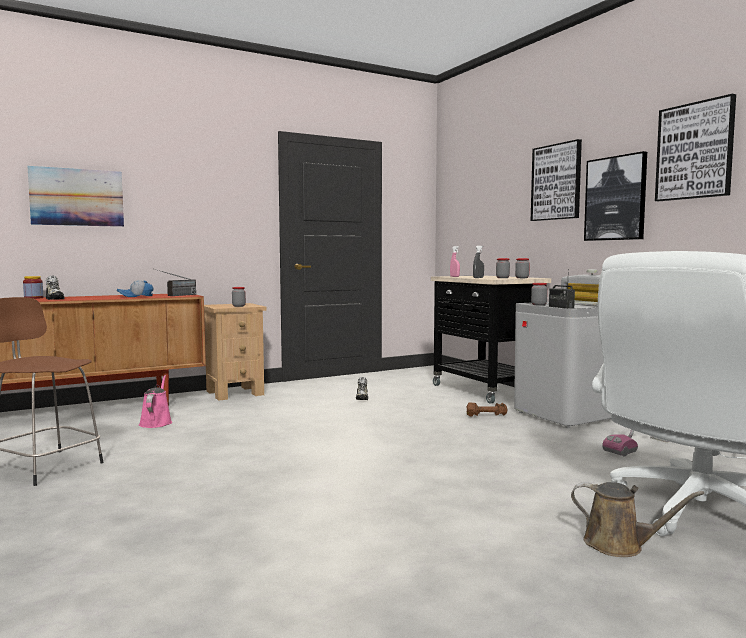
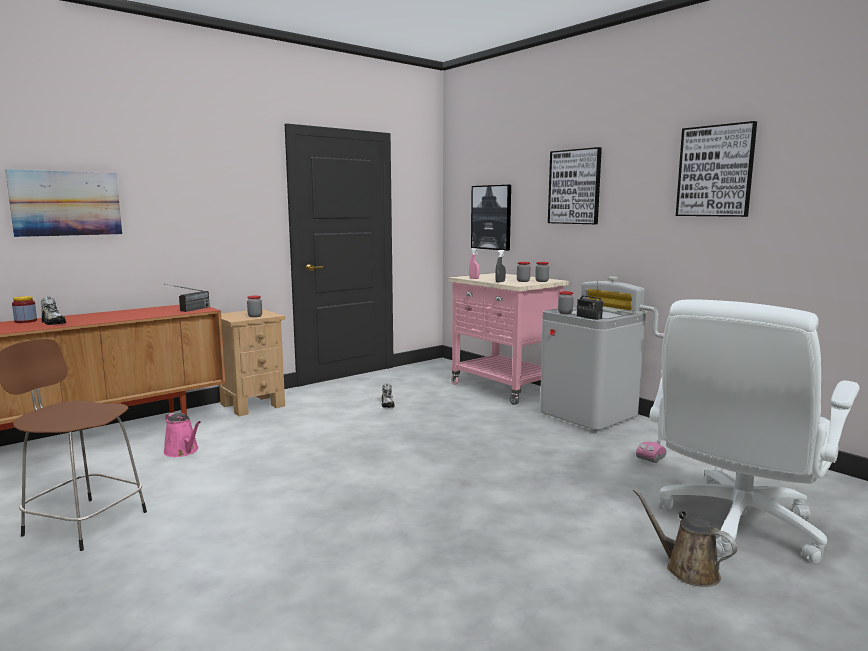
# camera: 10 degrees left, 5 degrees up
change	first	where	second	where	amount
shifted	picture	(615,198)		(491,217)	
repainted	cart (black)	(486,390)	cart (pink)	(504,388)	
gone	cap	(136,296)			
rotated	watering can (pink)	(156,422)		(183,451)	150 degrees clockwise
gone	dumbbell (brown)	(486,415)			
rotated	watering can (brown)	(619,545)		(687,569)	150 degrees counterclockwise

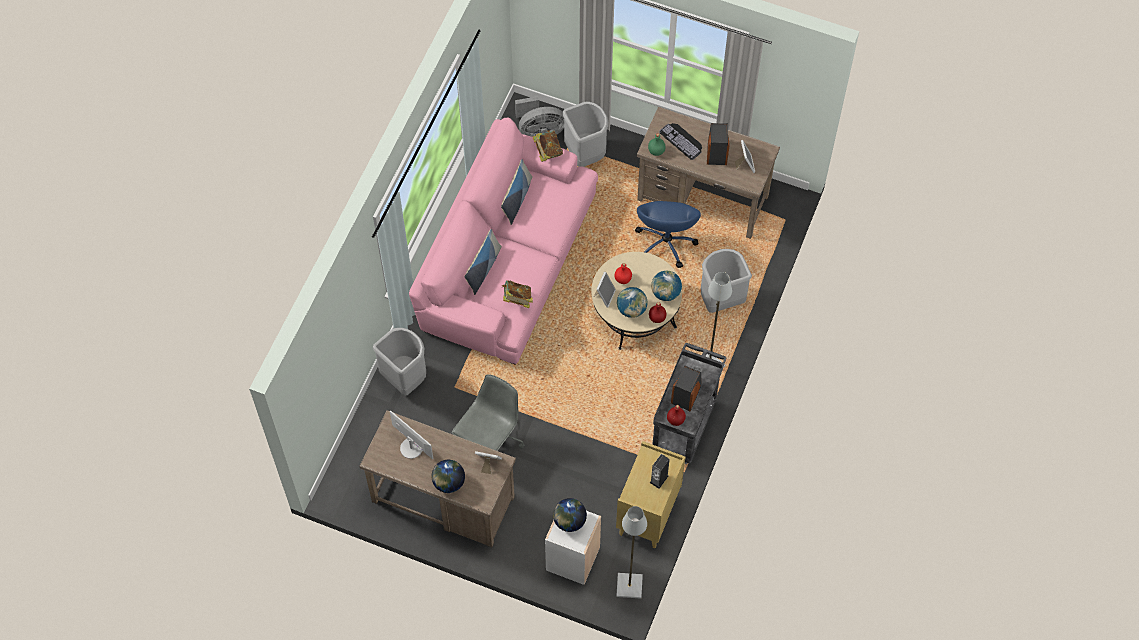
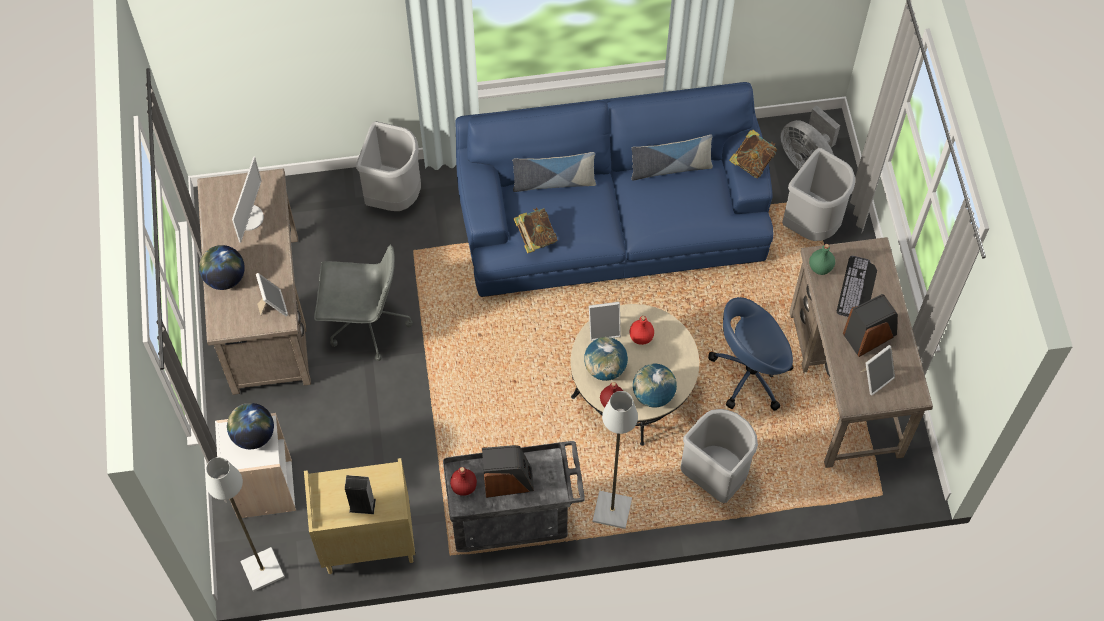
# camera: 60 degrees right, 0 degrees up
change	first	where	second	where	amount
repainted	sofa (pink)	(507,260)	sofa (blue)	(612,217)	

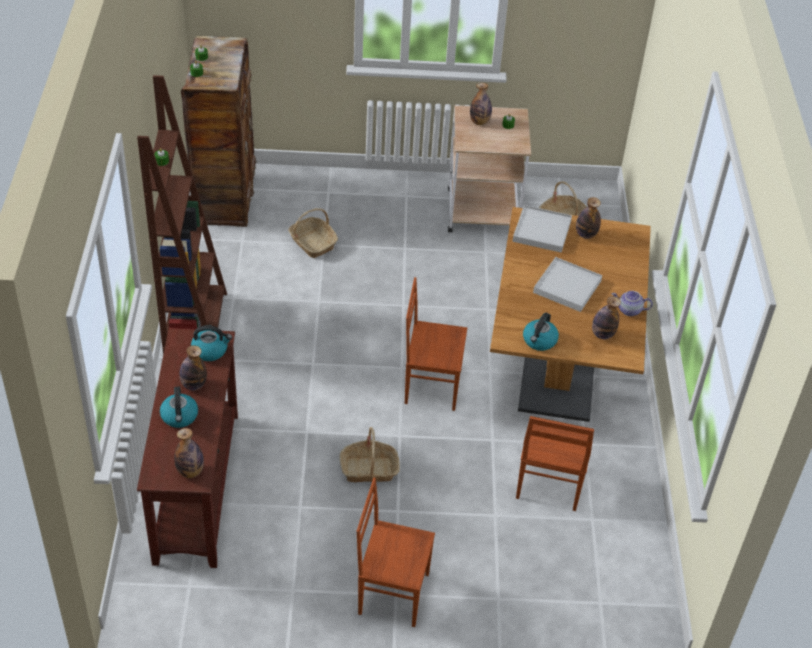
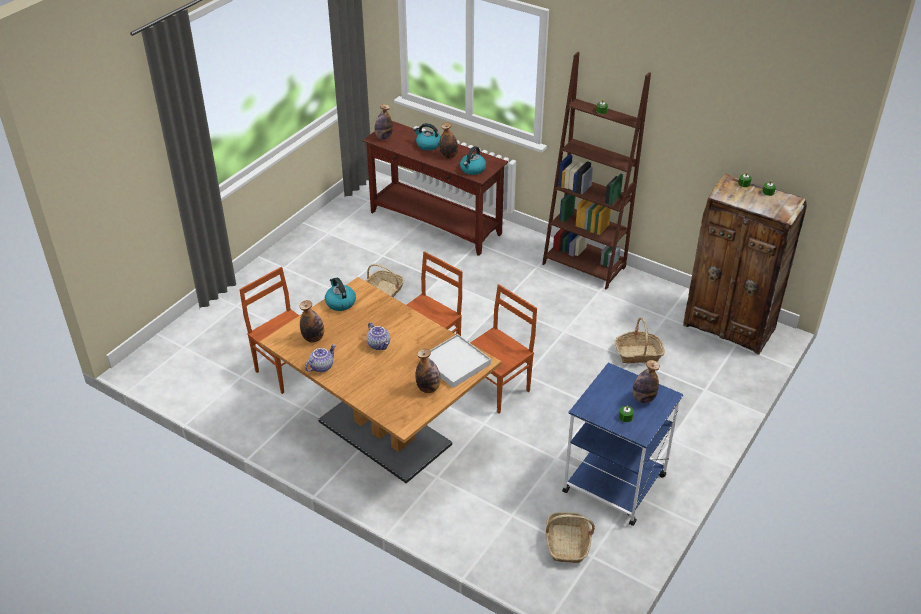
# camera: 125 degrees right, 5 degrees down
change	first	where	second	where	amount
repainted	cart (beige)	(484,212)	cart (blue)	(614,485)	
swapped	tray (white)	(567,287)	teapot	(379,345)	
shifted	chair (brown)	(392,592)		(497,389)	

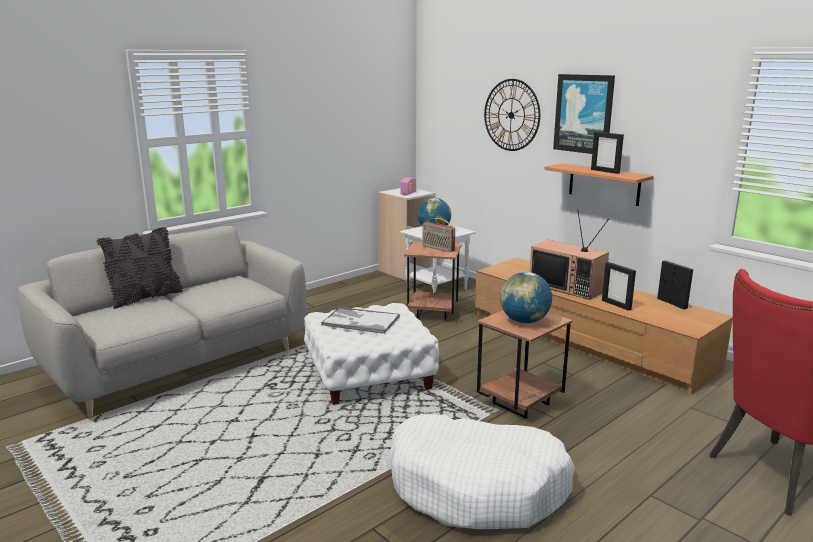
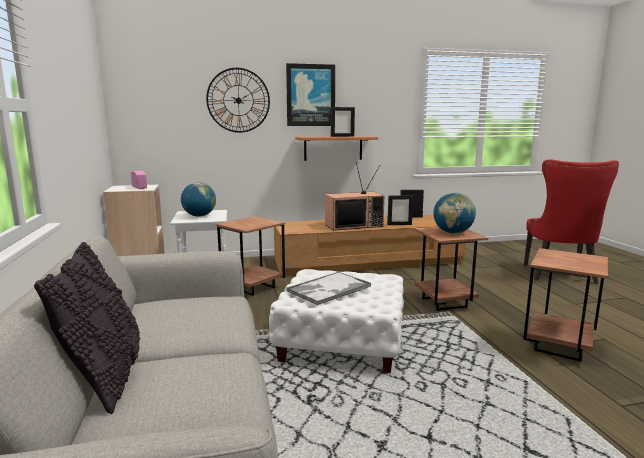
# camera: 60 degrees left, 5 degrees down
change	first	where	second	where	amount
gone	radio	(438,248)			
swapped	dog bed (white)	(477,487)	side table (brown)	(560,347)	

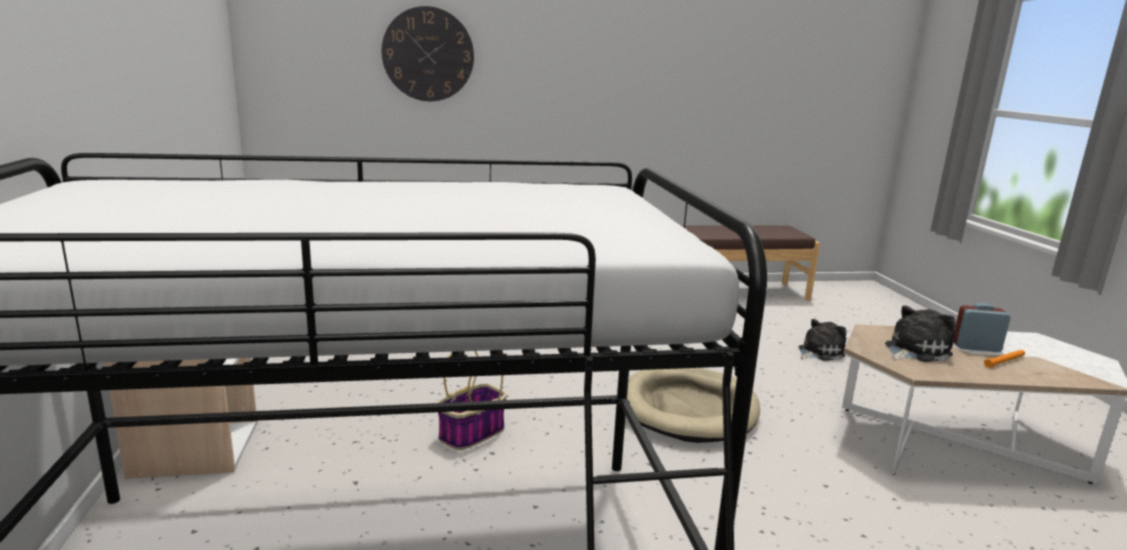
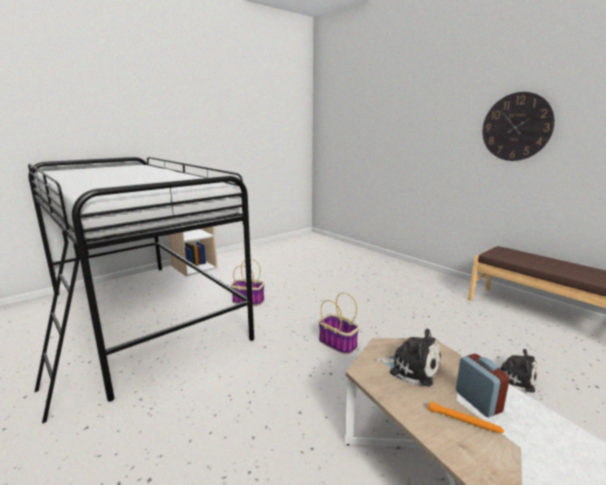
# camera: 60 degrees right, 0 degrees up
change	first	where	second	where	amount
shifted	wall clock	(428,54)		(516,127)	
swapped	dog bed (beige)	(689,408)	basket	(338,344)	

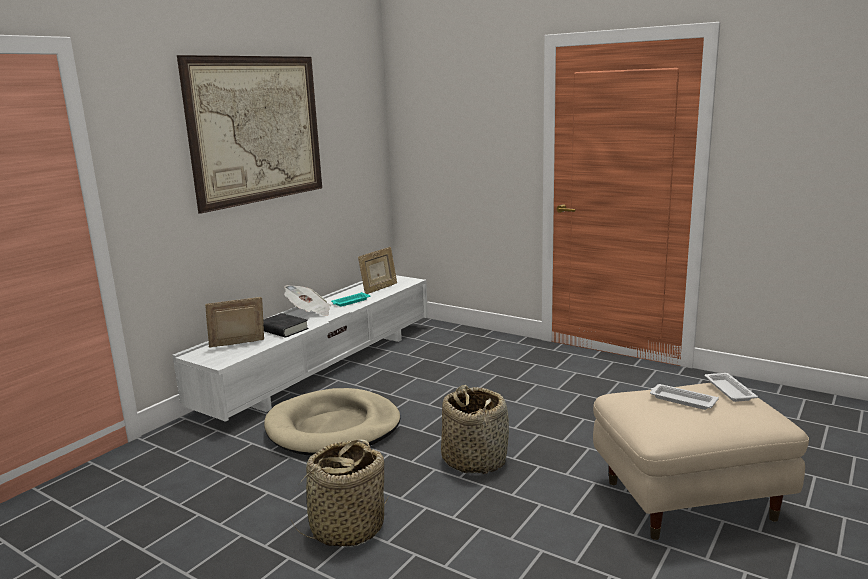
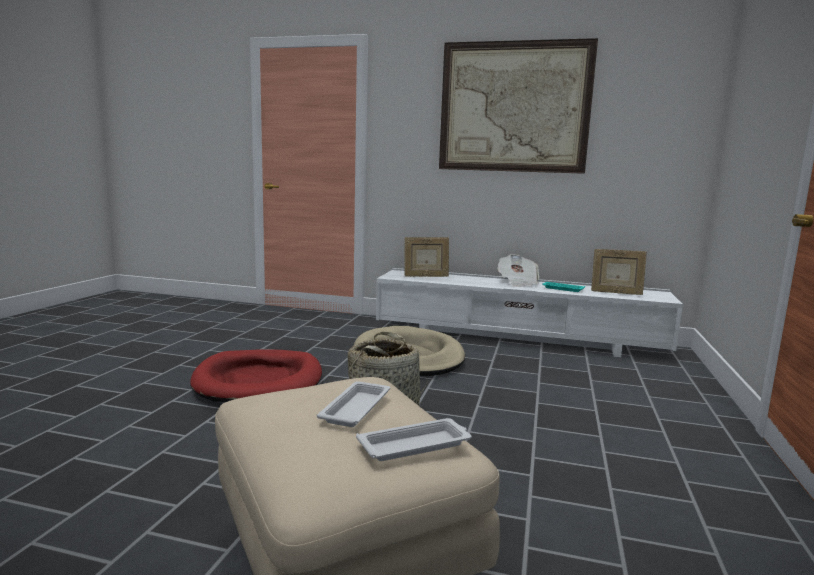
# camera: 70 degrees right, 5 degrees down
change	first	where	second	where	amount
rotated	picture frame	(238,345)		(425,276)	135 degrees clockwise
gone	book (black)	(283,329)			
swapped	basket	(347,528)	dog bed (red)	(259,381)	

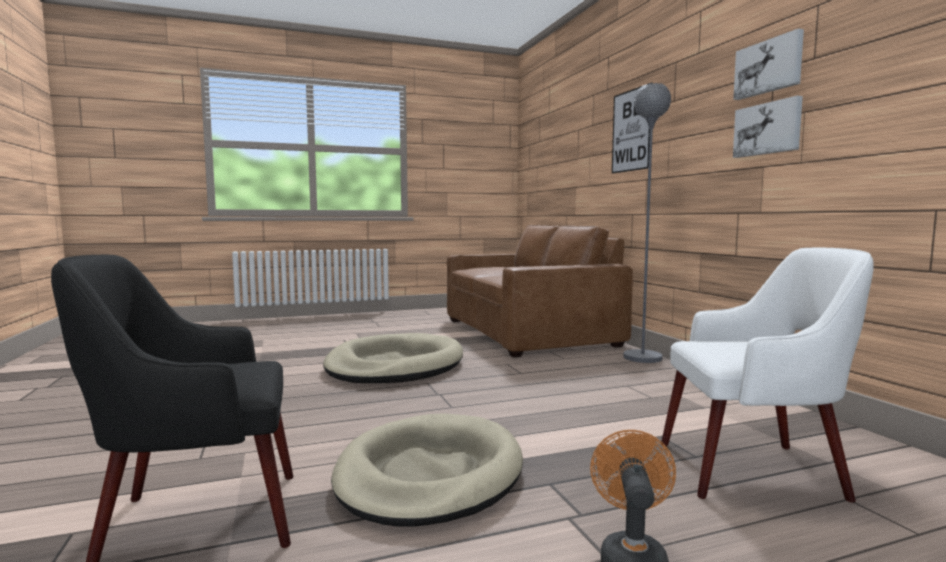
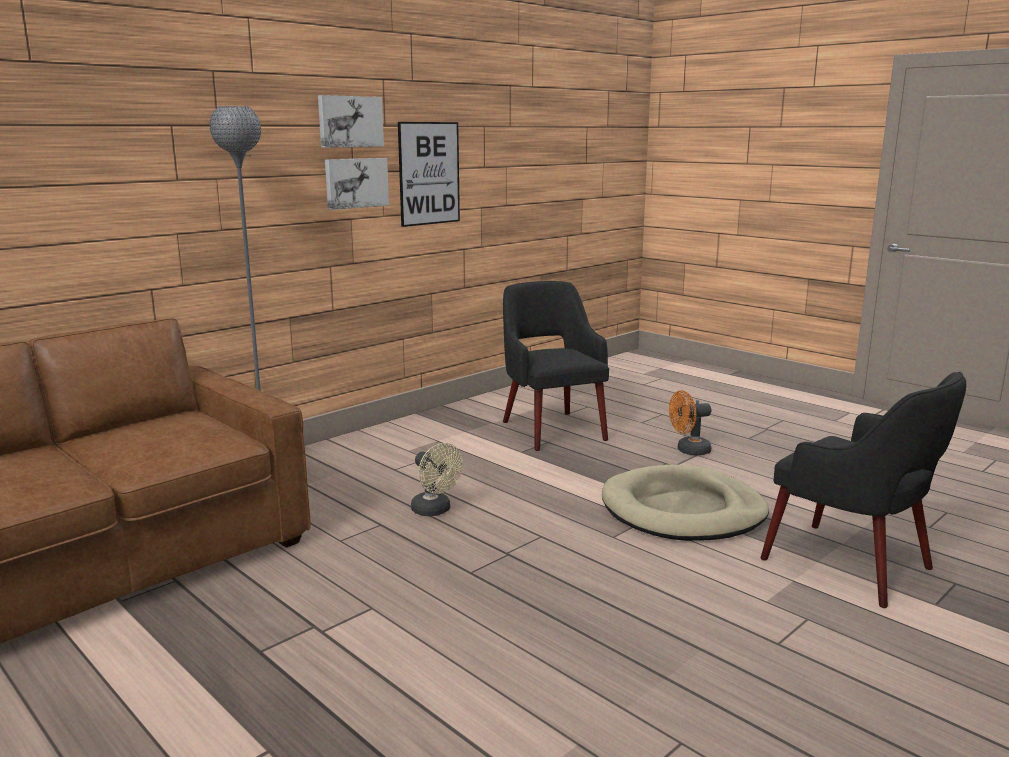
# camera: 115 degrees left, 10 degrees up
change	first	where	second	where	amount
shifted	picture	(631,130)		(429,173)	
repainted	armchair (white)	(753,470)	armchair (black)	(552,429)	
gone	dog bed (beige)	(395,366)			
new			fan (beige)	(435,511)	

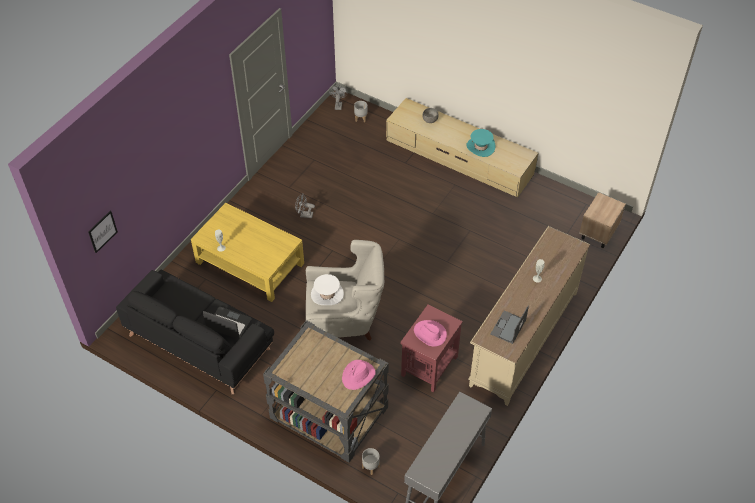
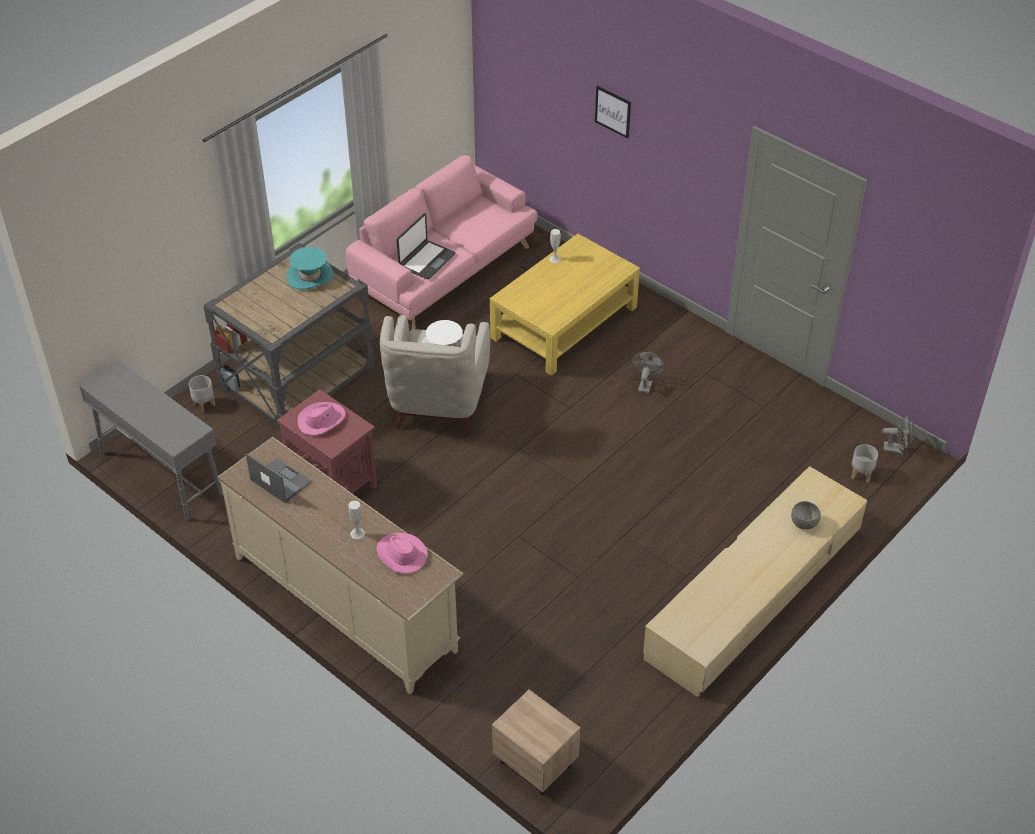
# camera: 100 degrees right, 5 degrees down
change	first	where	second	where	amount
shifted	hat (turquoise)	(480,147)		(310,276)	
shifted	picture	(102,231)		(613,111)	
repainted	sofa (black)	(199,341)	sofa (pink)	(445,270)	
shifted	hat (pink)	(358,376)		(401,555)	

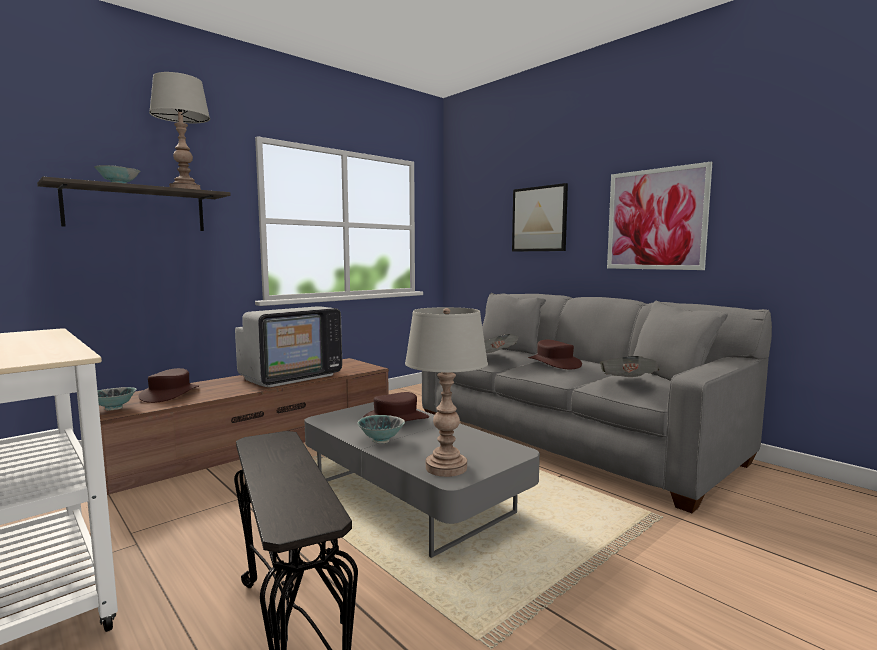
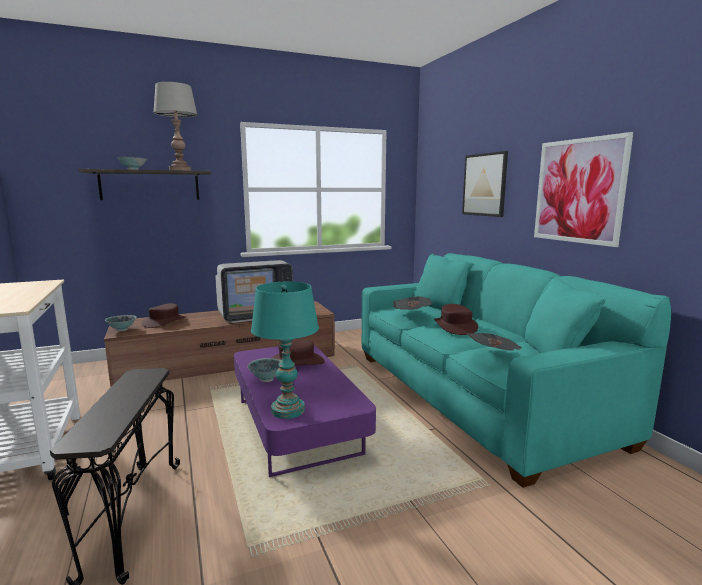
# camera: 20 degrees right, 5 degrees up
change	first	where	second	where	amount
repainted	sofa (grey)	(569,439)	sofa (turquoise)	(473,395)	
repainted	table lamp (grey)	(446,467)	table lamp (turquoise)	(287,410)	
repainted	coffee table (grey)	(411,498)	coffee table (purple)	(296,426)	

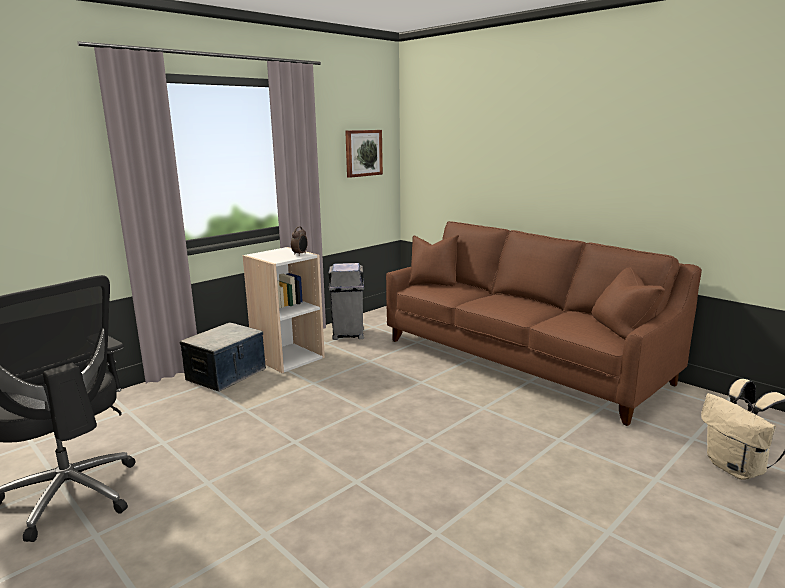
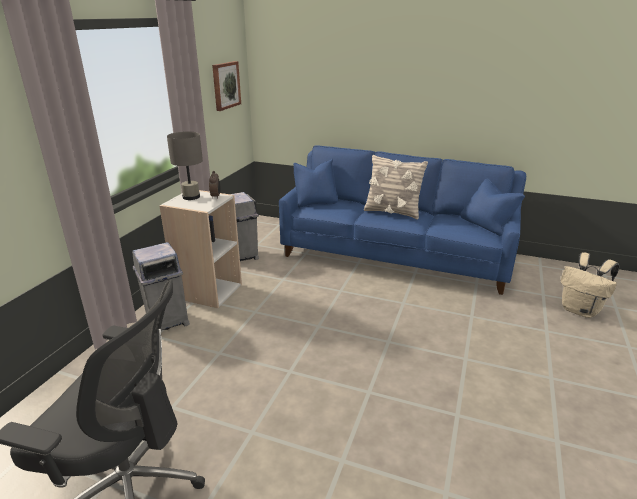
# camera: 25 degrees left, 10 degrees up
change	first	where	second	where	amount
repainted	sofa (brown)	(520,361)	sofa (blue)	(395,256)	
swapped	storage box	(226,375)	trash can (grey)	(166,321)	
new			table lamp (grey)	(191,197)	
new			pillow (beige)	(392,212)	

